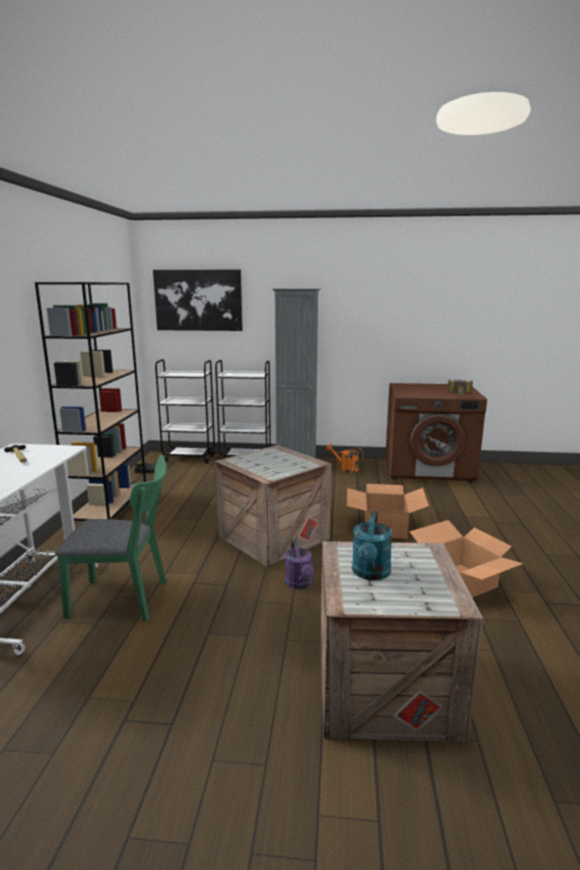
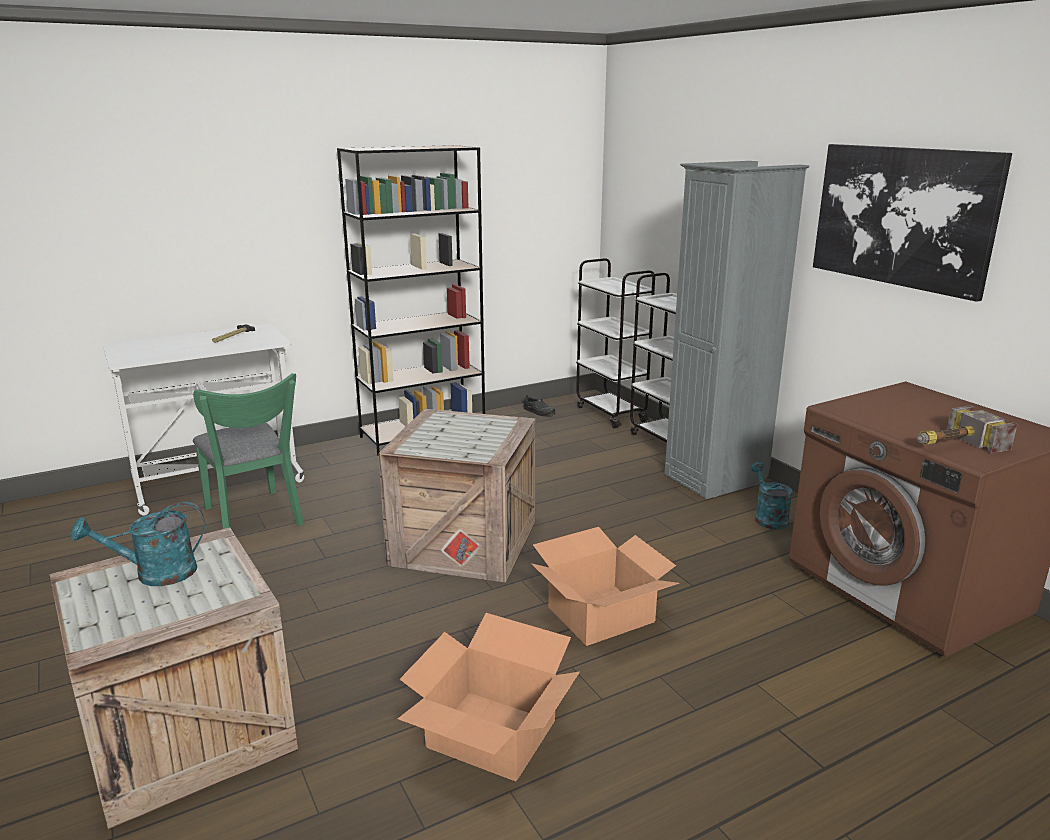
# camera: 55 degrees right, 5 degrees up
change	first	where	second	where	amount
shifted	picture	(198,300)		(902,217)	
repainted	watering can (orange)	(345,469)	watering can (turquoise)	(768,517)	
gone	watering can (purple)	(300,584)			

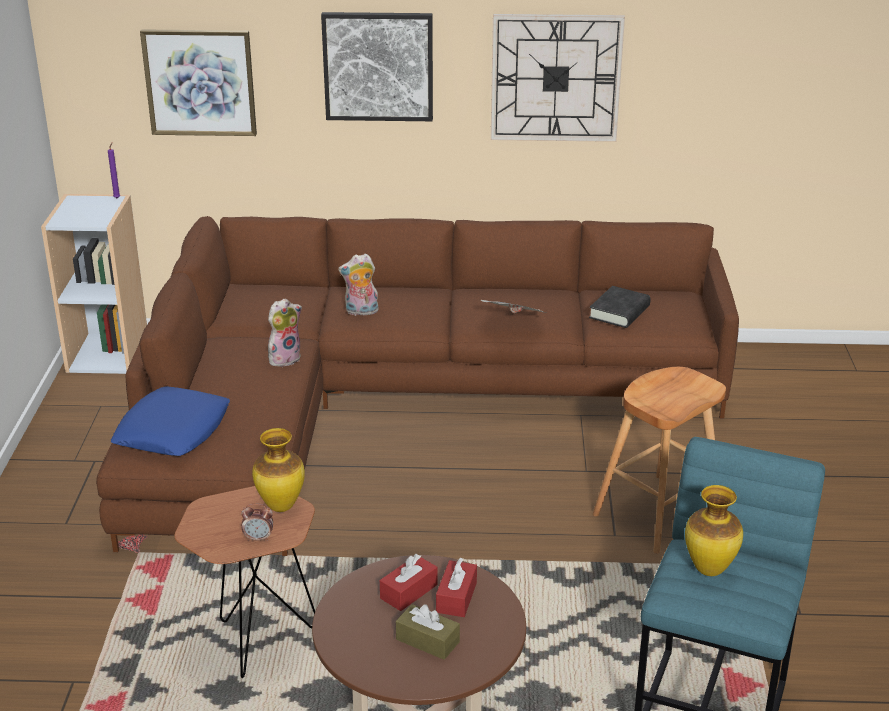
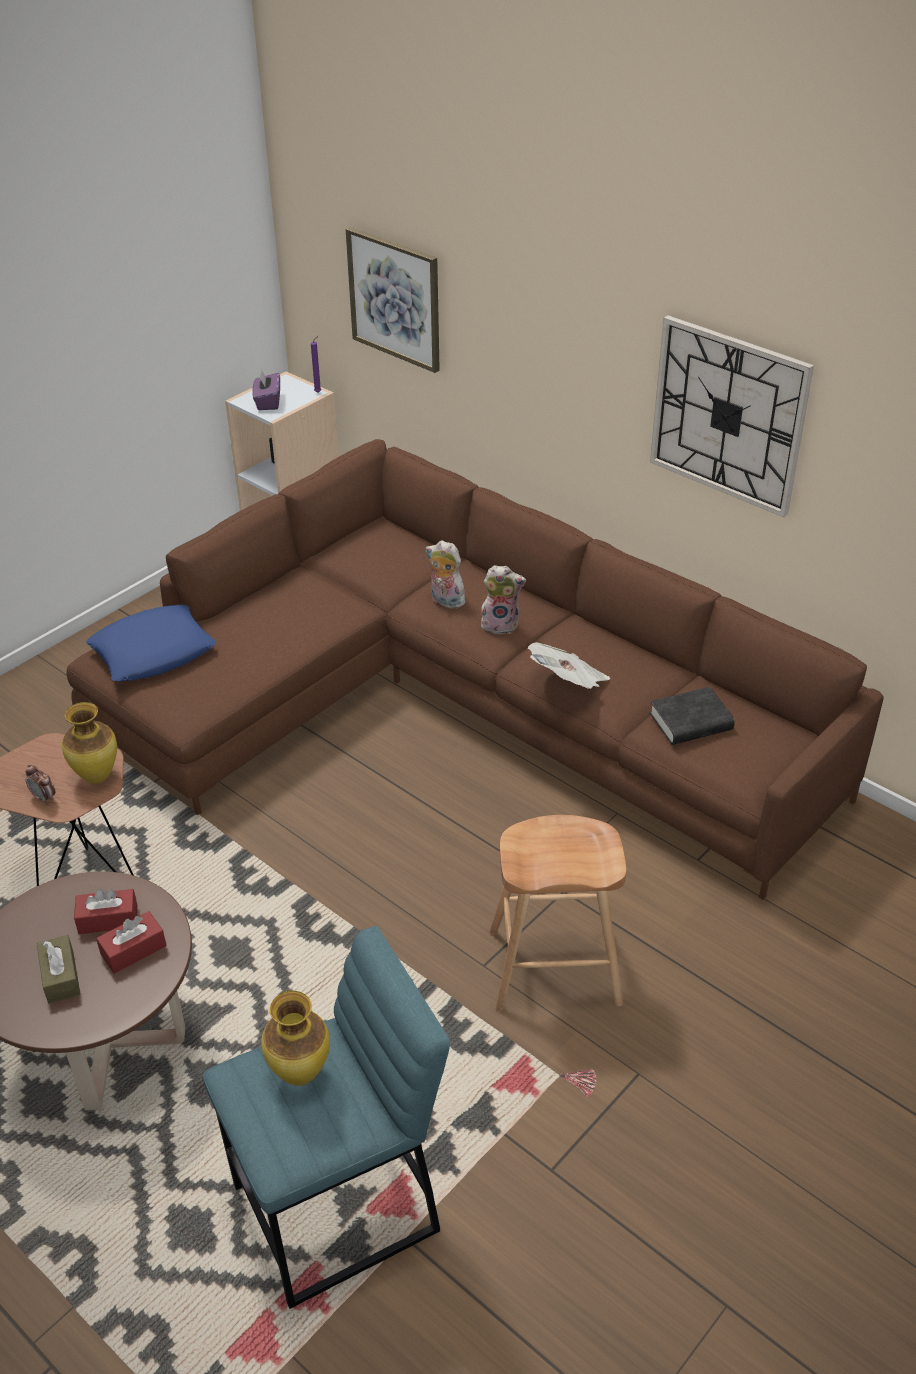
# camera: 40 degrees right, 10 degrees up
change	first	where	second	where	amount
gone	picture	(378,66)			
shifted	plush toy	(285,358)		(501,624)	
new			tissue box (purple)	(268,402)	

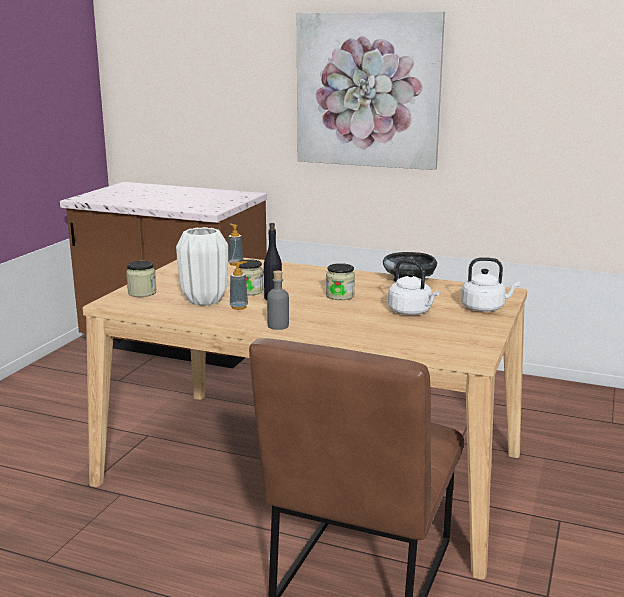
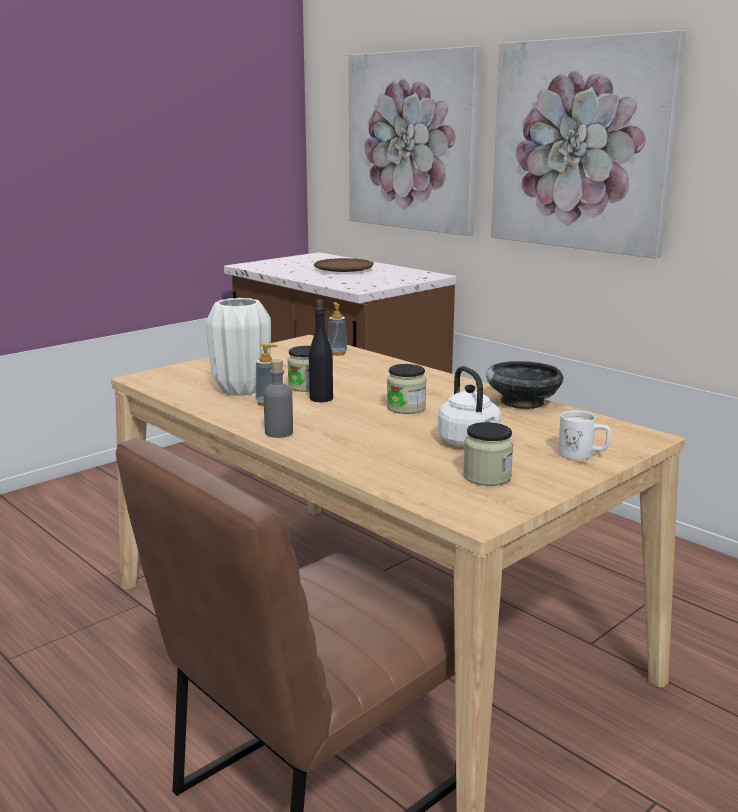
# camera: 25 degrees right, 0 degrees up
change	first	where	second	where	amount
swapped	kettle (white)	(485,308)	mug (white)	(583,455)	
shifted	jar	(142,293)		(487,477)	
new			picture	(412,142)	
new			plate (brown)	(343,270)	

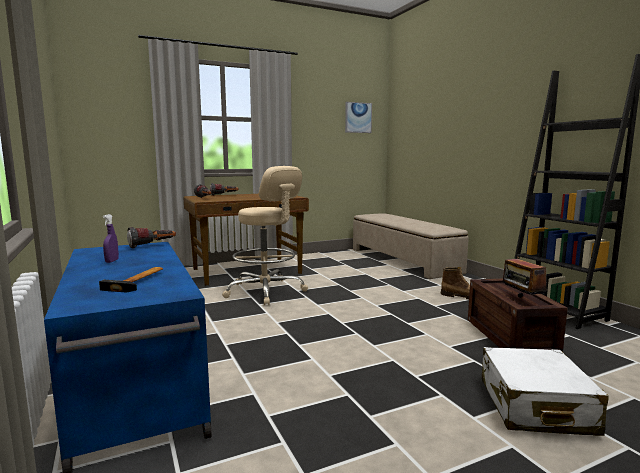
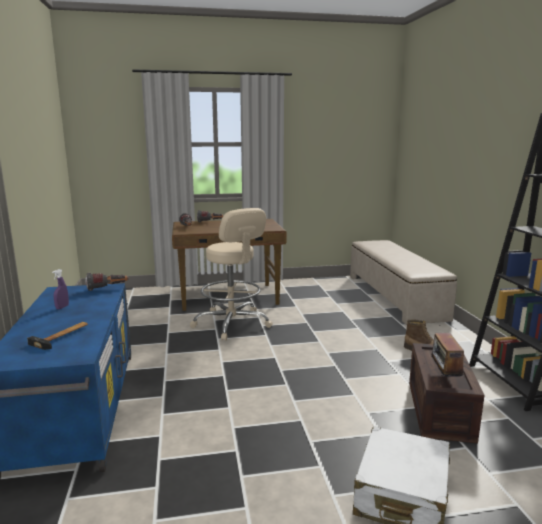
# camera: 15 degrees right, 5 degrees up
change	first	where	second	where	amount
gone	picture	(358,117)			

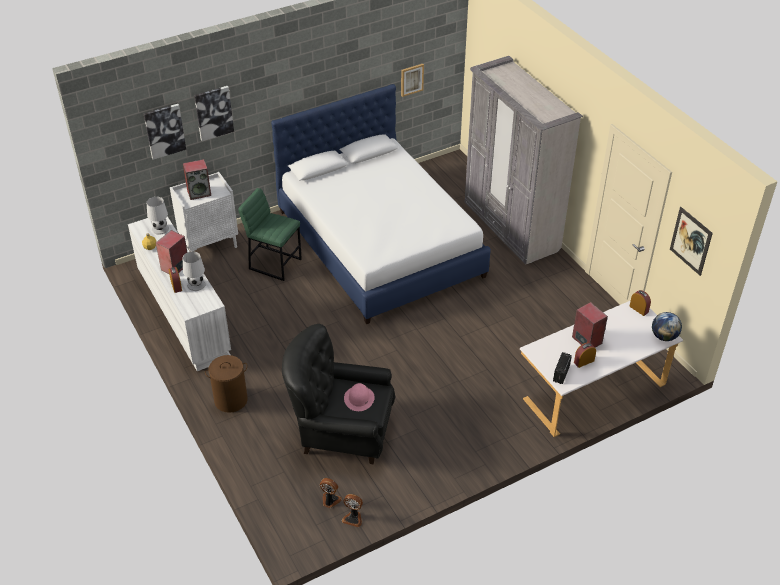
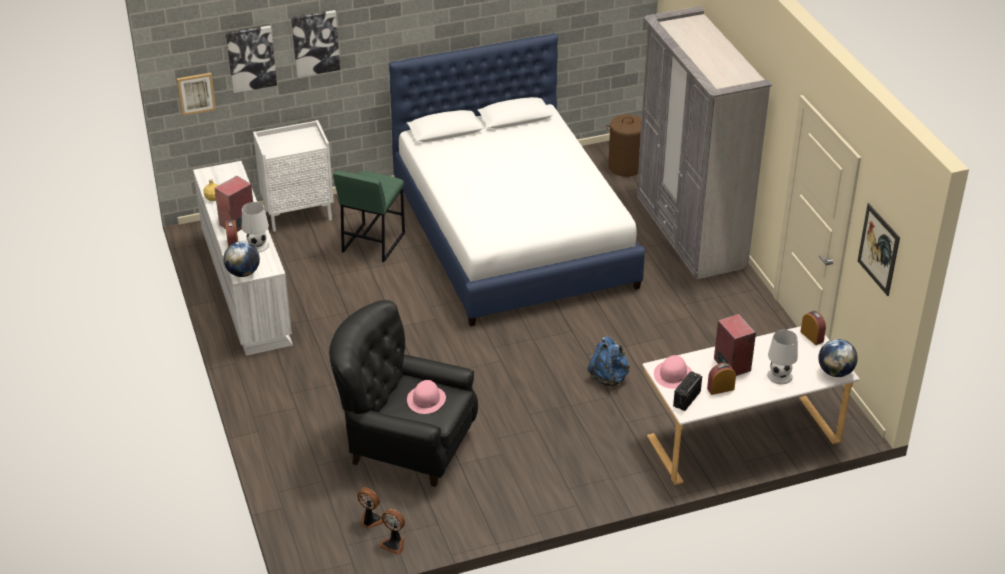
# camera: 10 degrees right, 5 degrees down
change	first	where	second	where	amount
shifted	picture	(412,79)		(196,93)	
gone	speaker	(199,192)			
rotated	chair (green)	(274,263)		(372,243)	105 degrees counterclockwise
shifted	table lamp (white)	(160,229)		(779,375)	
shifted	laundry basket (brown)	(231,400)		(625,167)	
new			globe	(243,273)	
new			backpack (blue)	(609,377)	
new			hat (pink)	(673,375)	

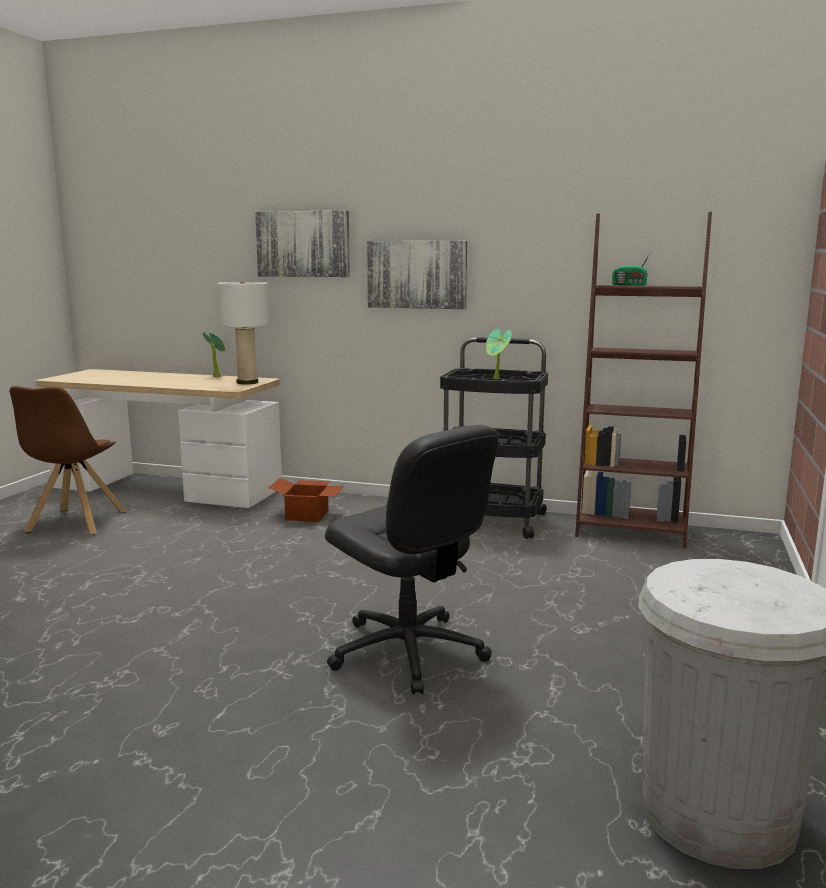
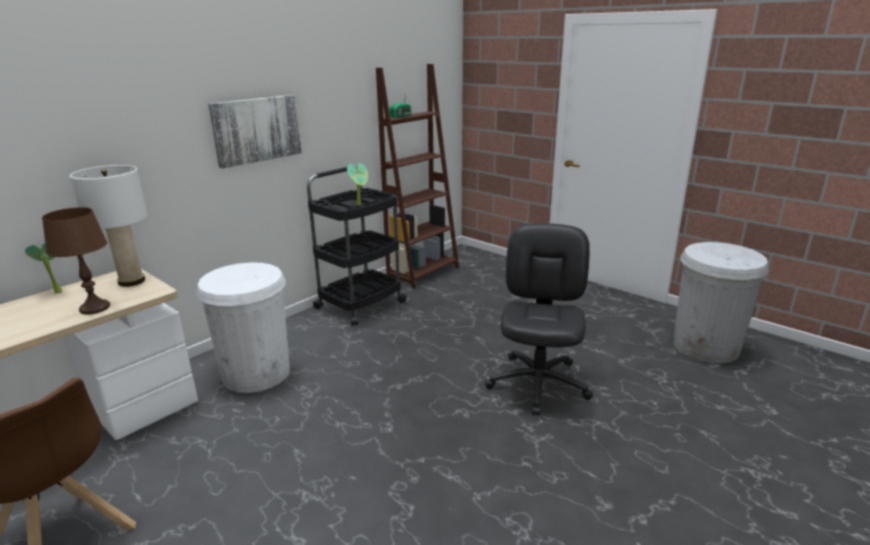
# camera: 65 degrees left, 10 degrees up
change	first	where	second	where	amount
gone	picture	(303,244)			
rotated	office chair (black)	(407,652)		(538,383)	60 degrees counterclockwise
swapped	cardboard box	(308,515)	trash can (white)	(256,373)	
new			table lamp (brown)	(95,308)	

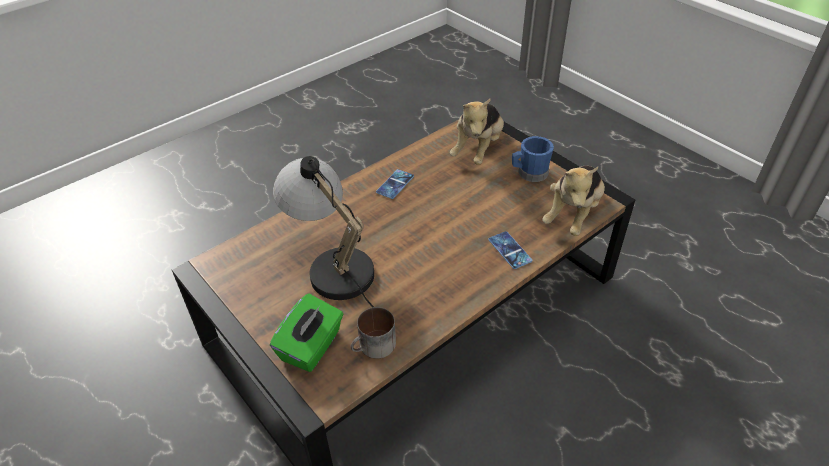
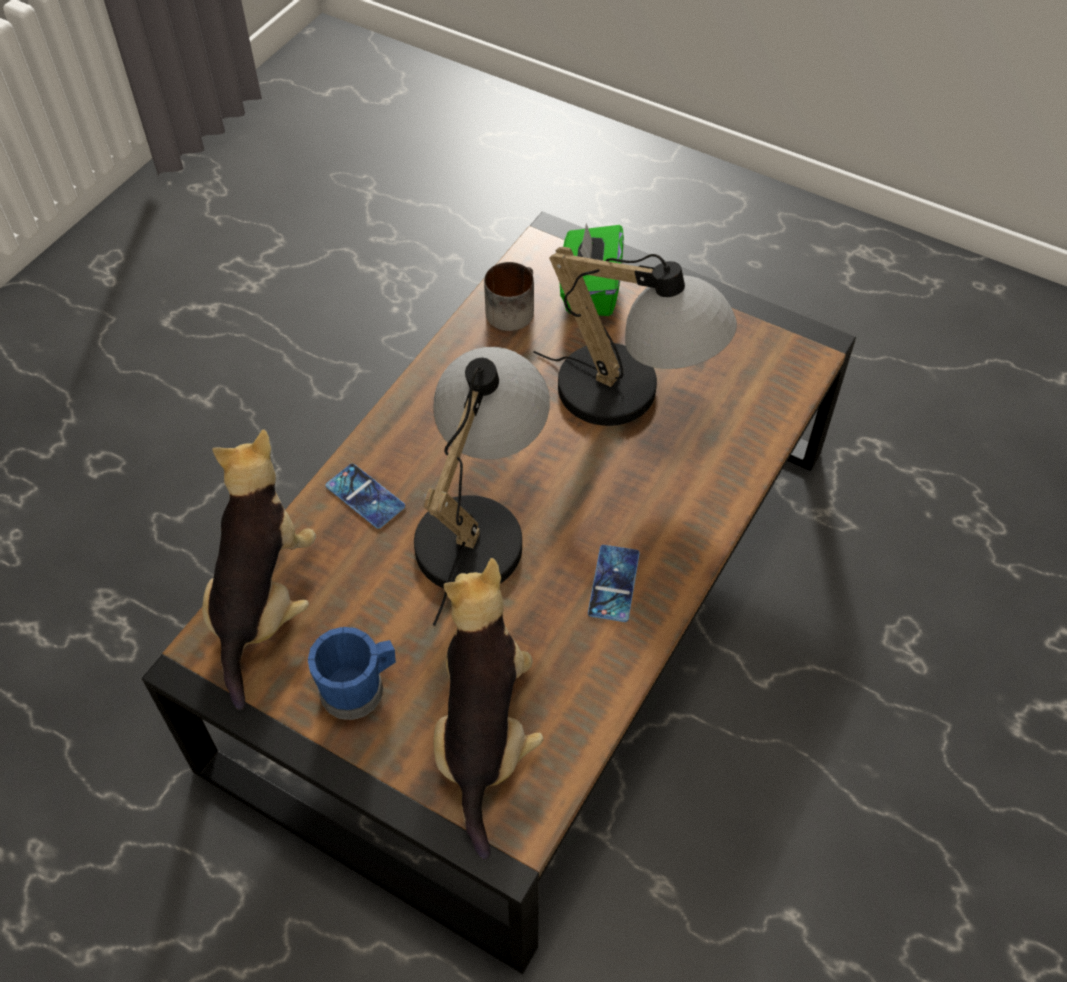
# camera: 160 degrees right, 10 degrees up
change	first	where	second	where	amount
new			table lamp	(479,522)	

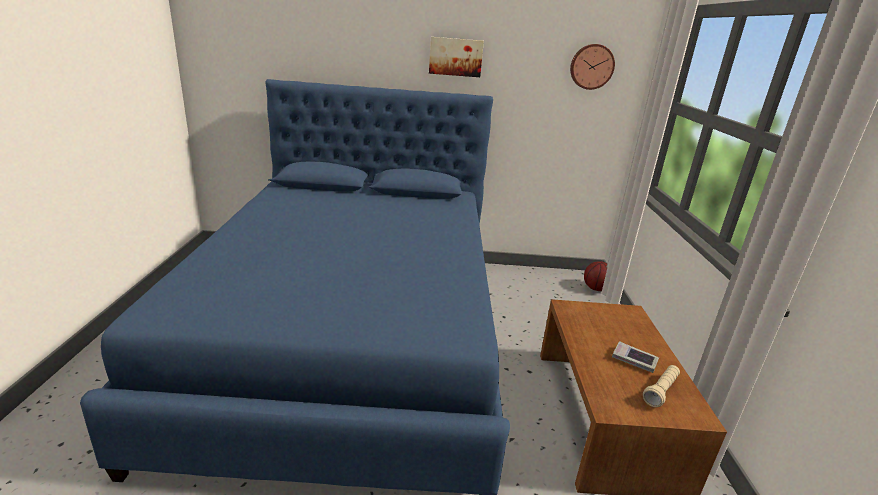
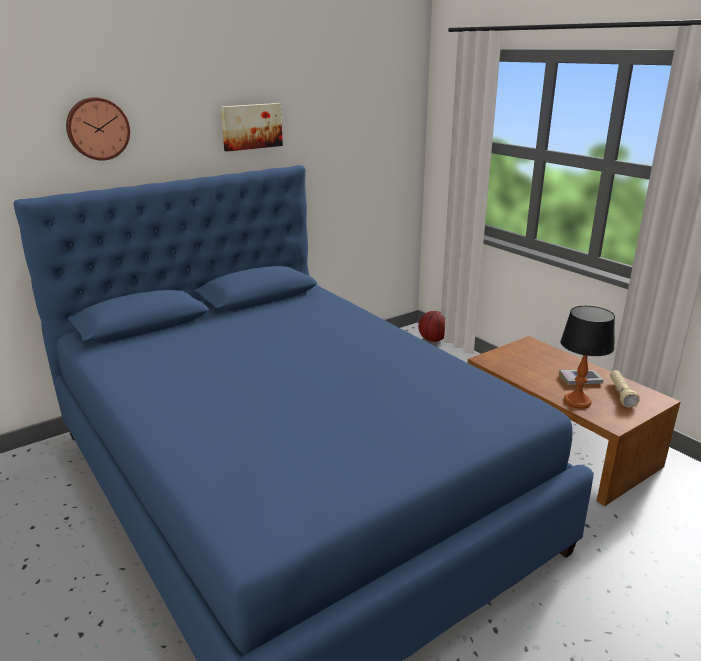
# camera: 35 degrees left, 0 degrees up
change	first	where	second	where	amount
shifted	wall clock	(591,66)		(97,129)	
new			table lamp	(576,401)	

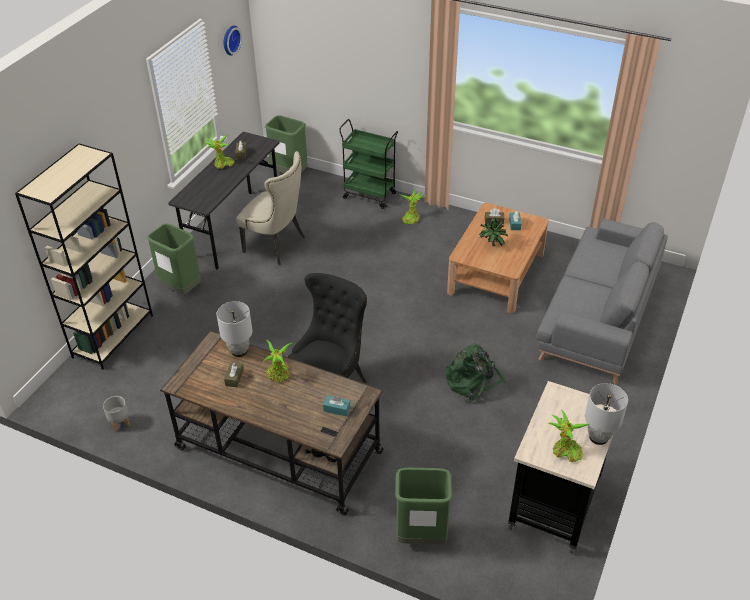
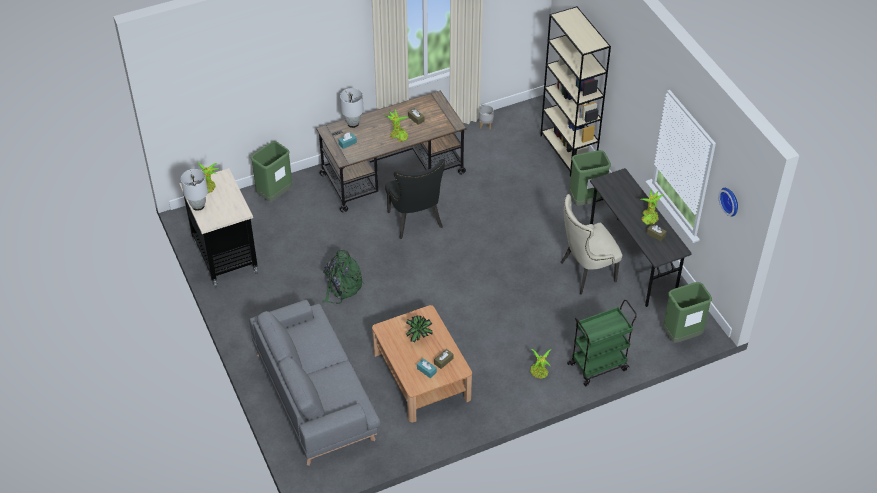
# camera: 130 degrees right, 5 degrees up
change	first	where	second	where	amount
shifted	table lamp (white)	(239,351)		(353,123)	

